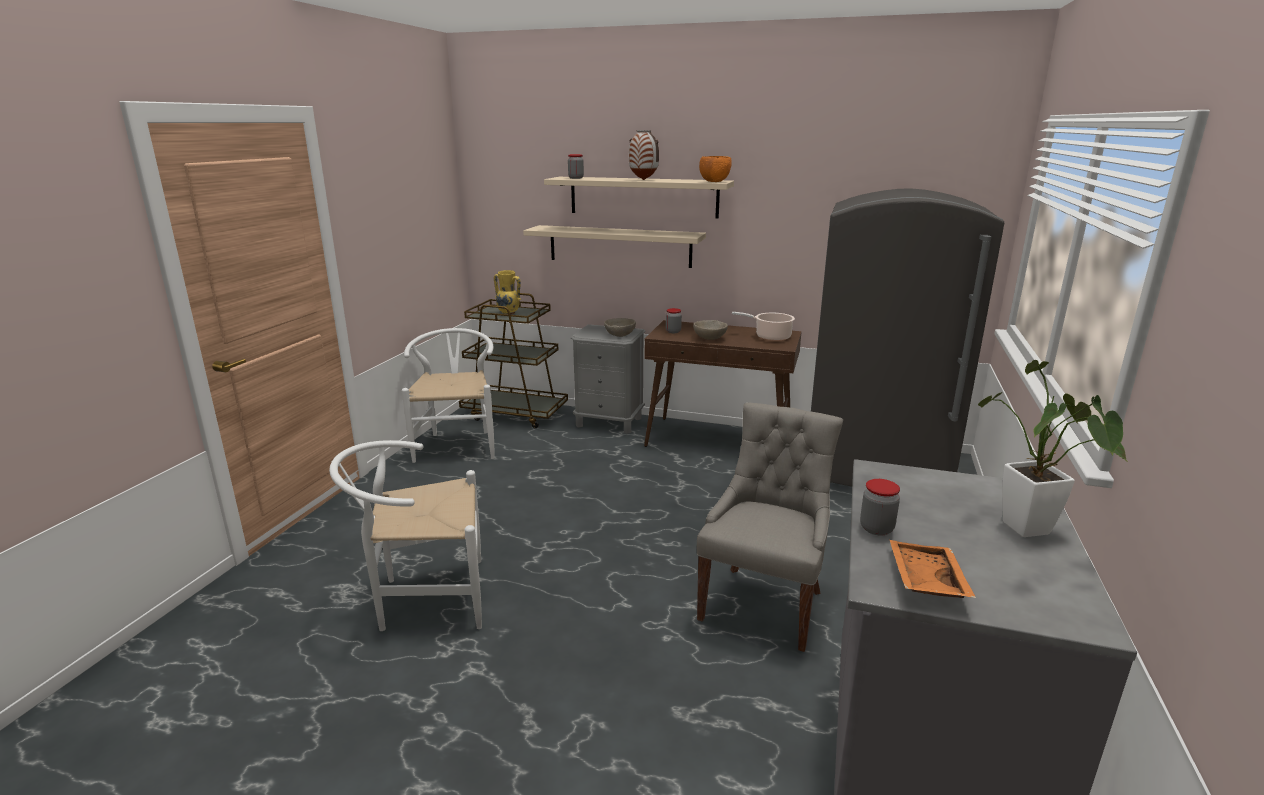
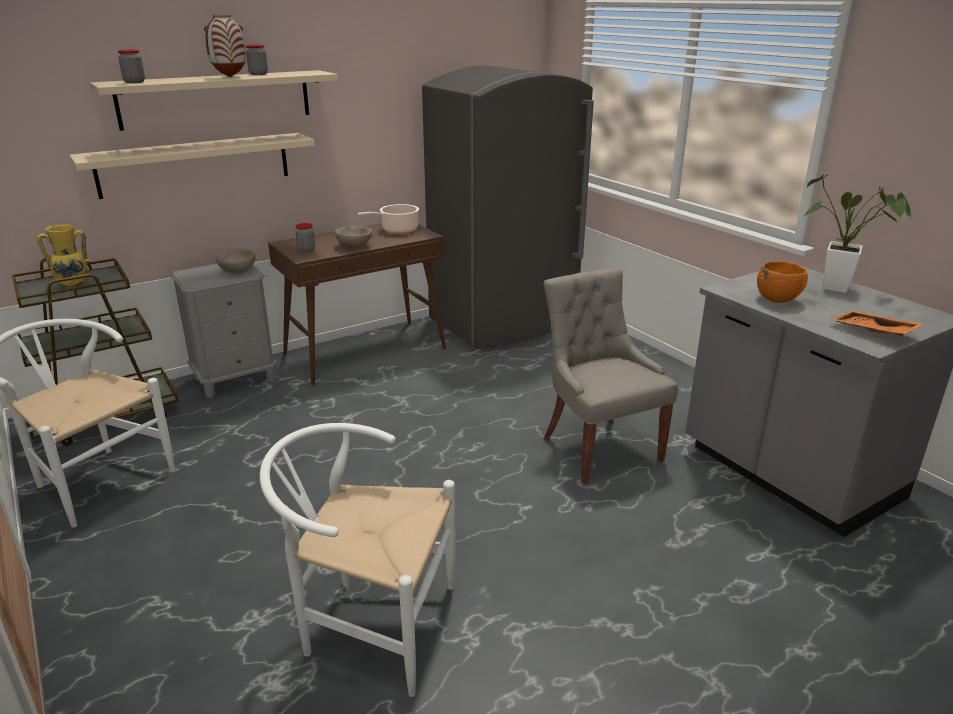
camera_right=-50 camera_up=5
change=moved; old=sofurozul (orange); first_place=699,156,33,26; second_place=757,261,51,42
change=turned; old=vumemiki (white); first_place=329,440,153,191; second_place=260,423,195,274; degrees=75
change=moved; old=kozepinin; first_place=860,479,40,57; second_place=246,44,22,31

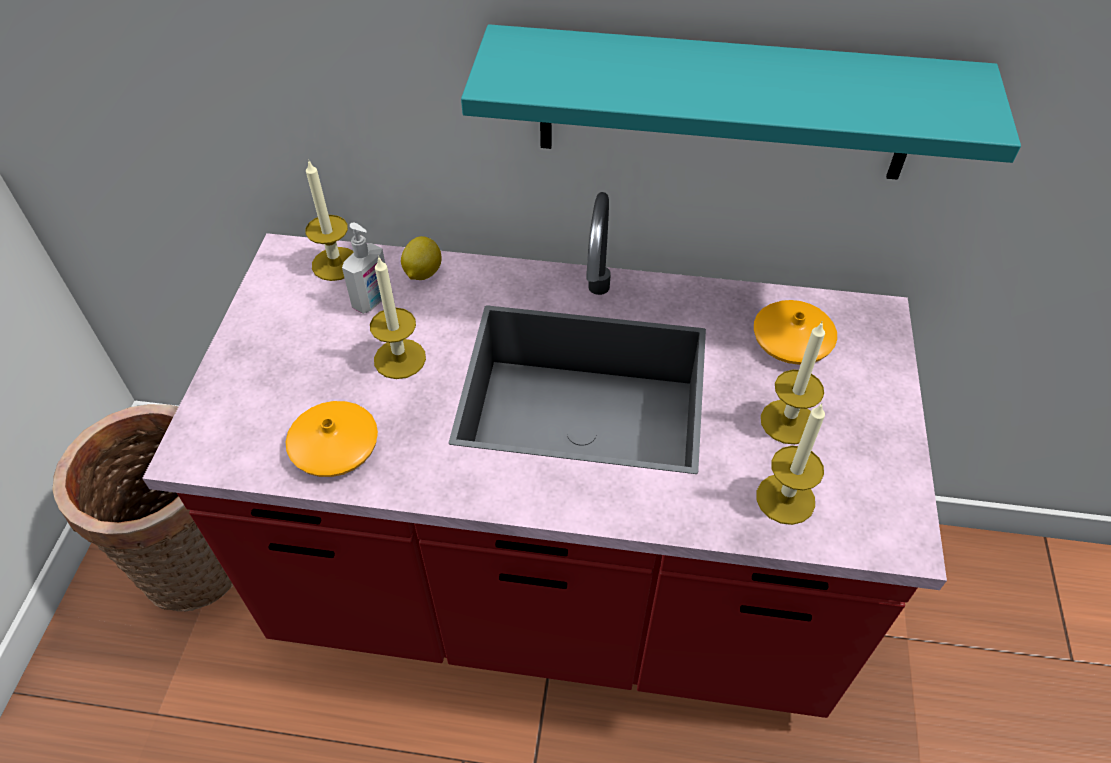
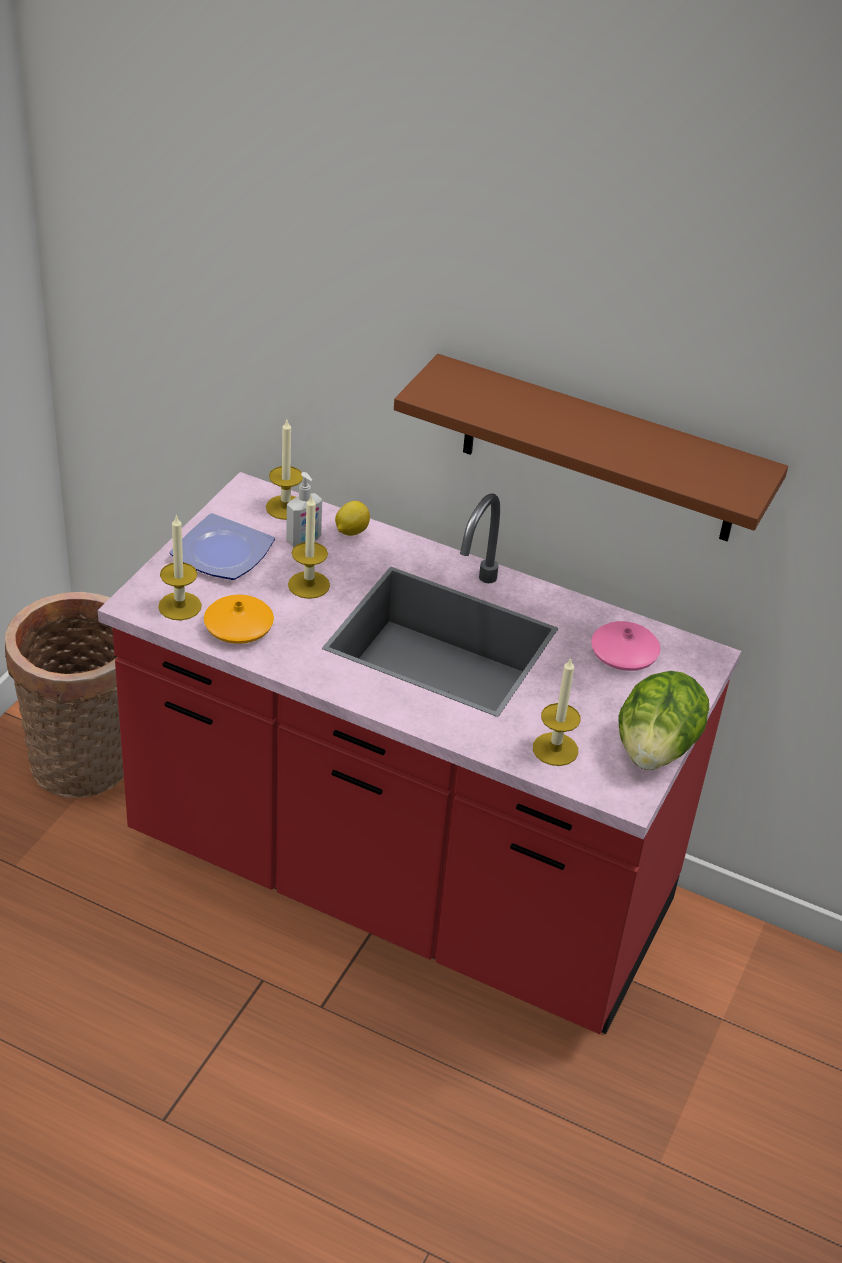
camera_right=15 camera_up=-10
change=recoloured; old=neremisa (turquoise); new=neremisa (brown); first_place=461,24,560,156; second_place=394,354,394,187
change=recoloured; old=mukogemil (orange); new=mukogemil (pink); first_place=754,300,83,65; second_place=591,621,70,50
change=moved; old=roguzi; first_place=761,322,64,122; second_place=158,514,44,106
change=added; new=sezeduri; second_place=170,513,105,67
change=added; new=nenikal; second_place=619,671,90,99

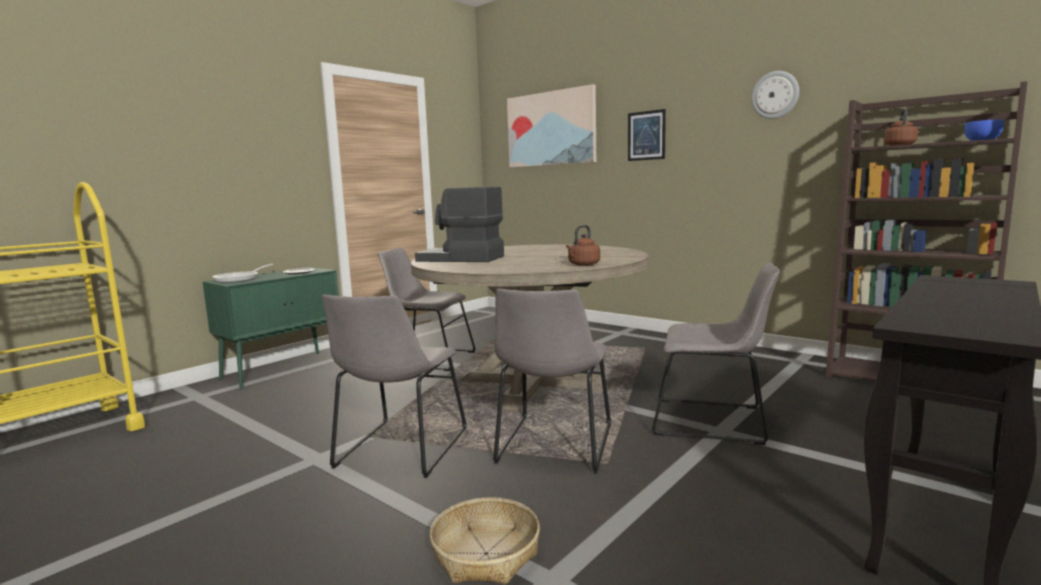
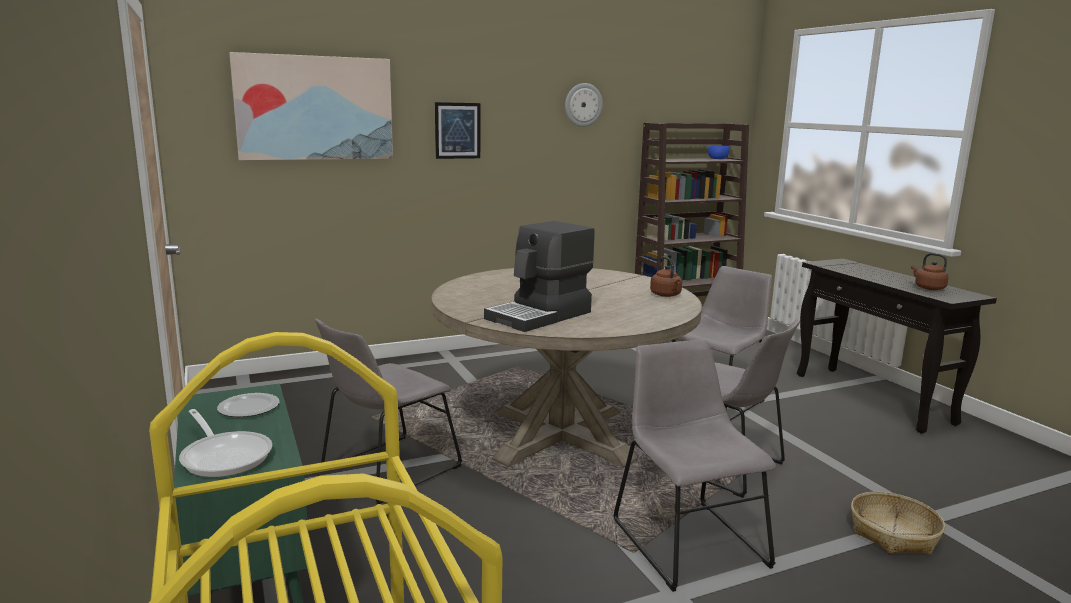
camera_right=-65 camera_up=5
change=moved; old=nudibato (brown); first_place=884,109,34,37; second_place=911,253,38,37
change=turned; old=vumemiki (grey); first_place=322,294,145,184; second_place=613,340,163,252; degrees=-150

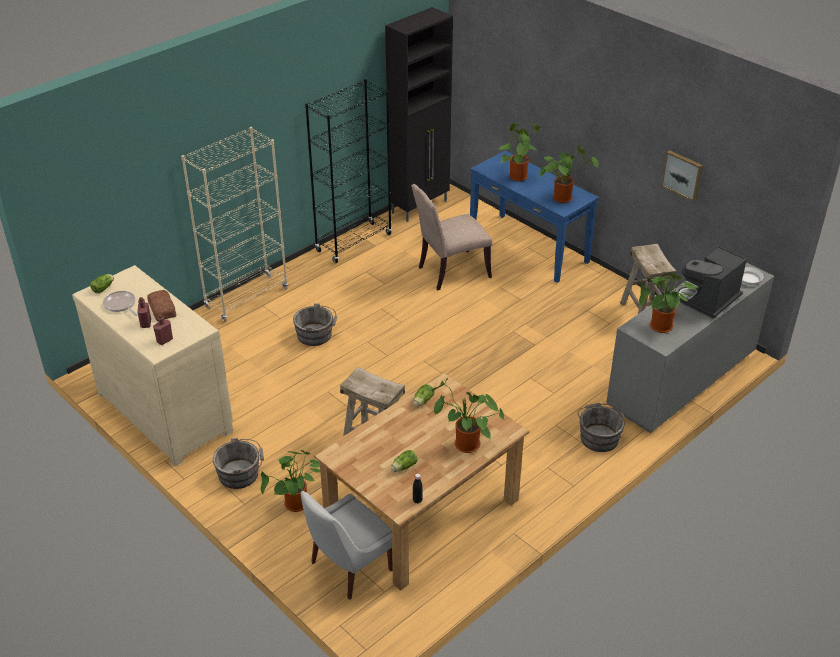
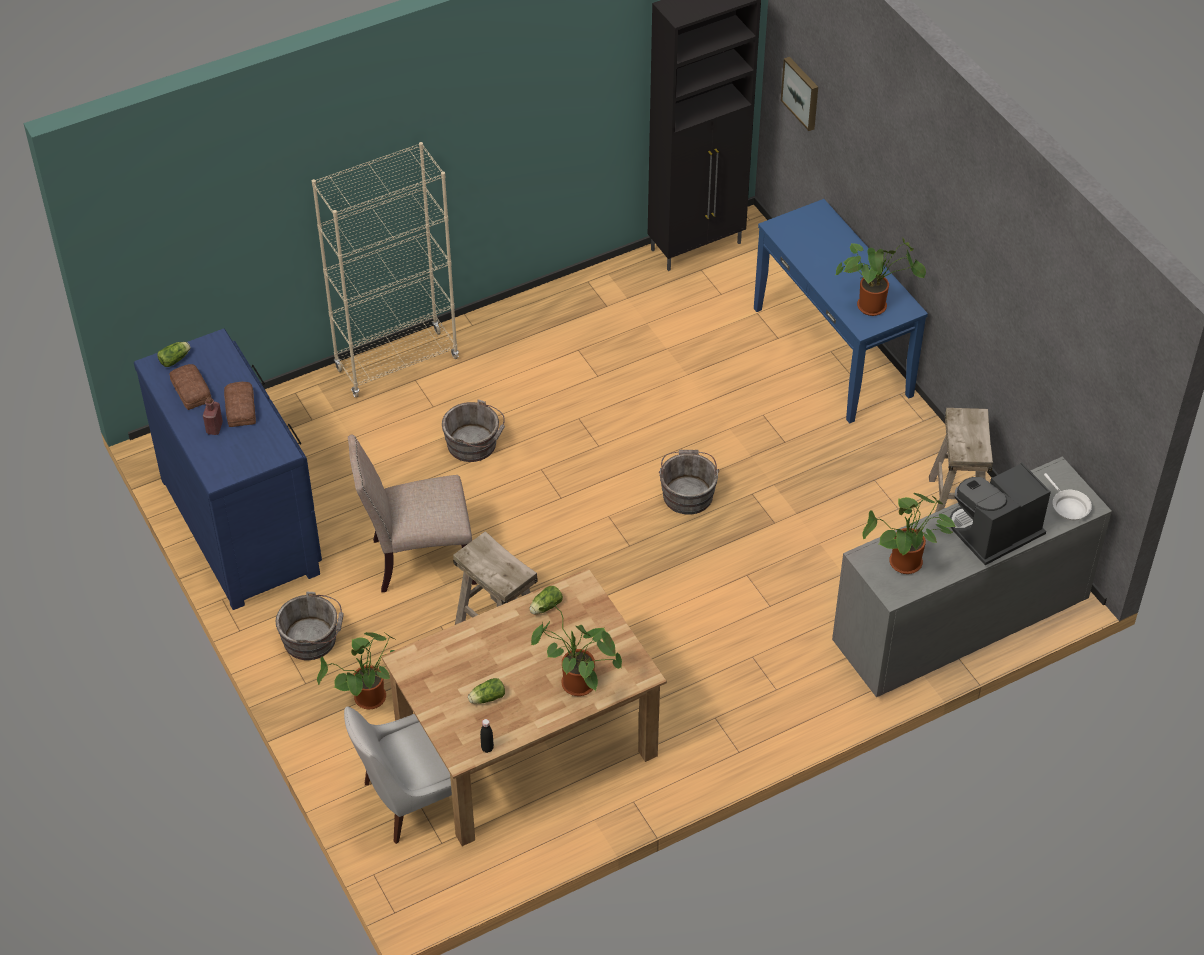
camera_right=15 camera_up=10
change=removed; old=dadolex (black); first_place=305,79,87,184
change=removed; old=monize; first_place=499,122,41,59
change=moved; old=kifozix; first_place=661,150,42,52; second_place=781,57,37,74
change=moved; old=vumemiki (beige); first_place=411,184,81,107; second_place=348,435,129,157
change=recoloured; old=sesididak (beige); new=sesididak (blue); first_place=72,265,161,201; second_place=134,329,188,281
change=replaced; old=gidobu; new=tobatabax; first_place=103,291,35,25; second_place=170,364,42,46
change=removed; old=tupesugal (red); first_place=153,314,20,31
change=moved; old=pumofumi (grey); first_place=578,403,47,49; second_place=659,450,60,65

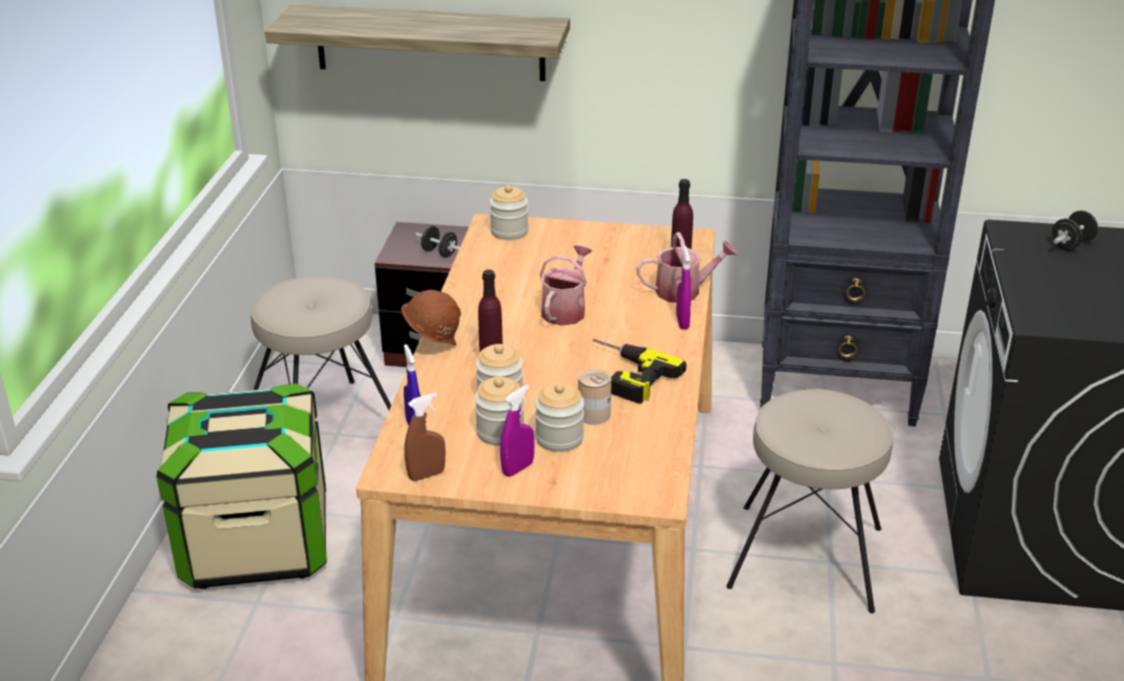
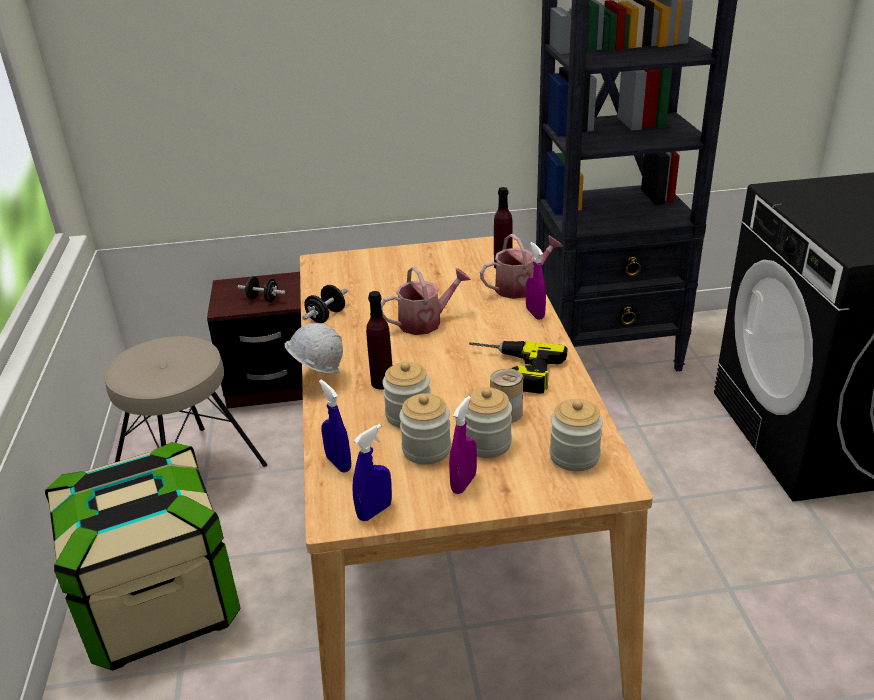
camera_right=-15 camera_up=0
change=removed; old=neremisa; first_place=265,5,305,76
change=moved; old=kozepinin; first_place=490,185,39,55; second_place=549,399,54,72
change=moved; old=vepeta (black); first_place=1052,211,46,40; second_place=302,285,45,38
change=turned; old=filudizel; first_place=540,245,52,81; second_place=381,266,90,69; degrees=60
change=recoloured; old=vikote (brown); new=vikote (white); first_place=401,290,60,56; second_place=284,323,59,51
change=removed; old=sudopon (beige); first_place=726,389,167,224
change=recoloured; old=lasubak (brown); new=lasubak (blue); first_place=404,393,41,88; second_place=352,424,40,97

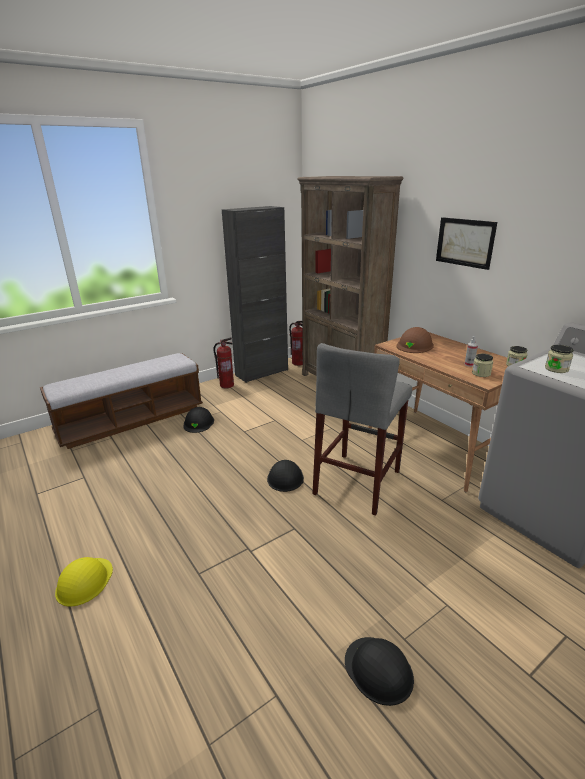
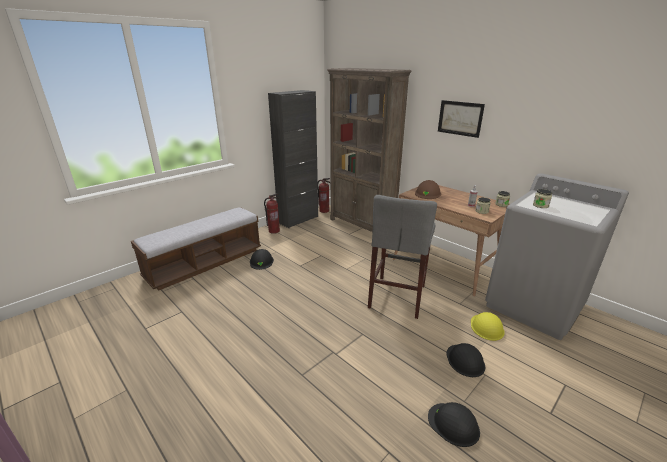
camera_right=-10 camera_up=0
change=moved; old=vikote (black); first_place=267,460,37,32; second_place=446,343,39,34
change=moved; old=vikote (yellow); first_place=55,557,58,50; second_place=471,312,34,29

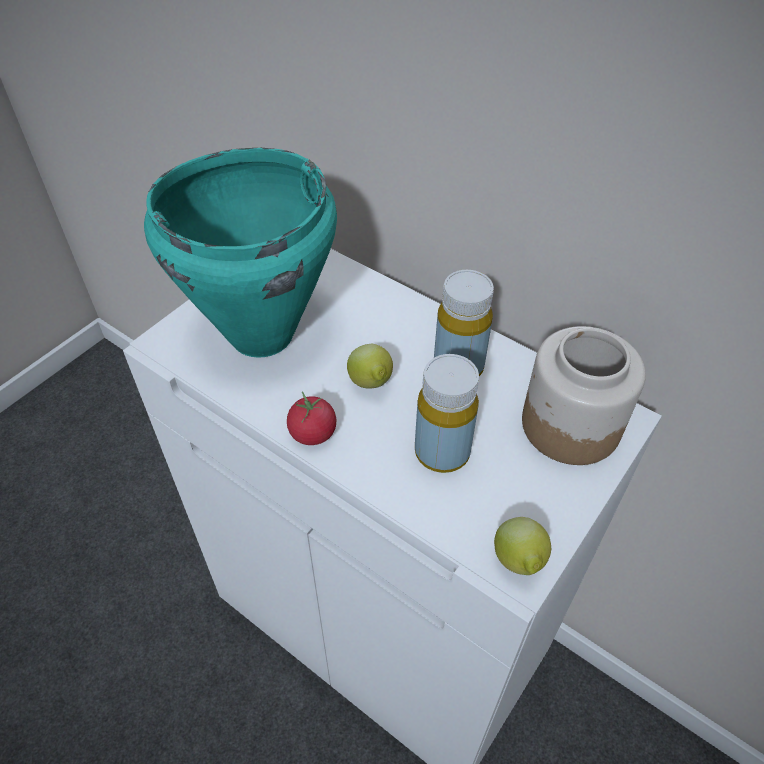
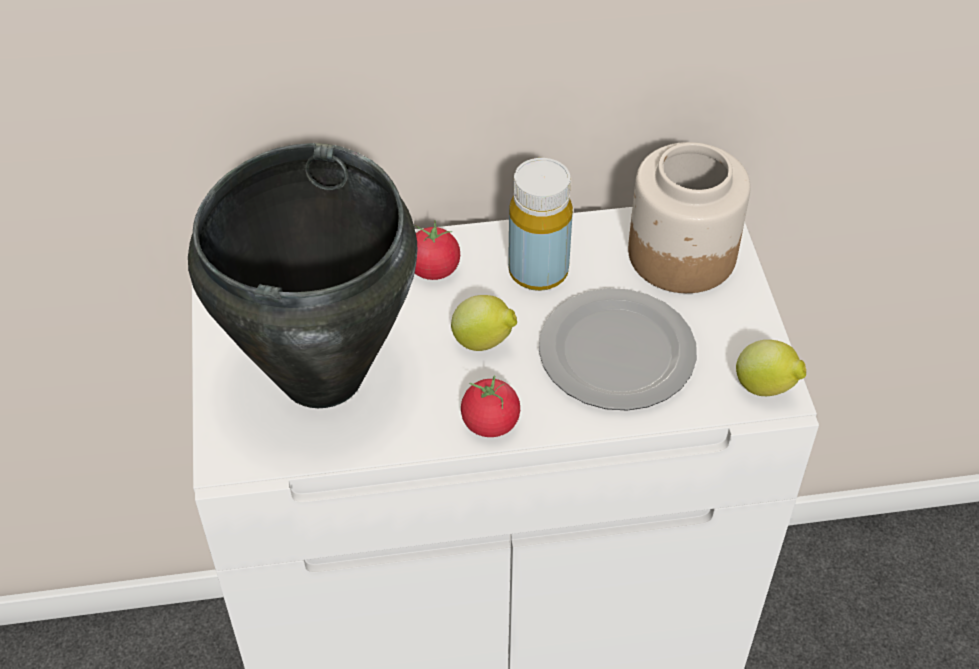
camera_right=-45 camera_up=0
change=recoloured; old=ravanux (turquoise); new=ravanux (black); first_place=144,148,193,210; second_place=188,143,229,265
change=replaced; old=tupesugal (yellow); new=sezeduri; first_place=415,354,64,119; second_place=539,288,158,123
change=added; new=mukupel; second_place=415,220,45,60

